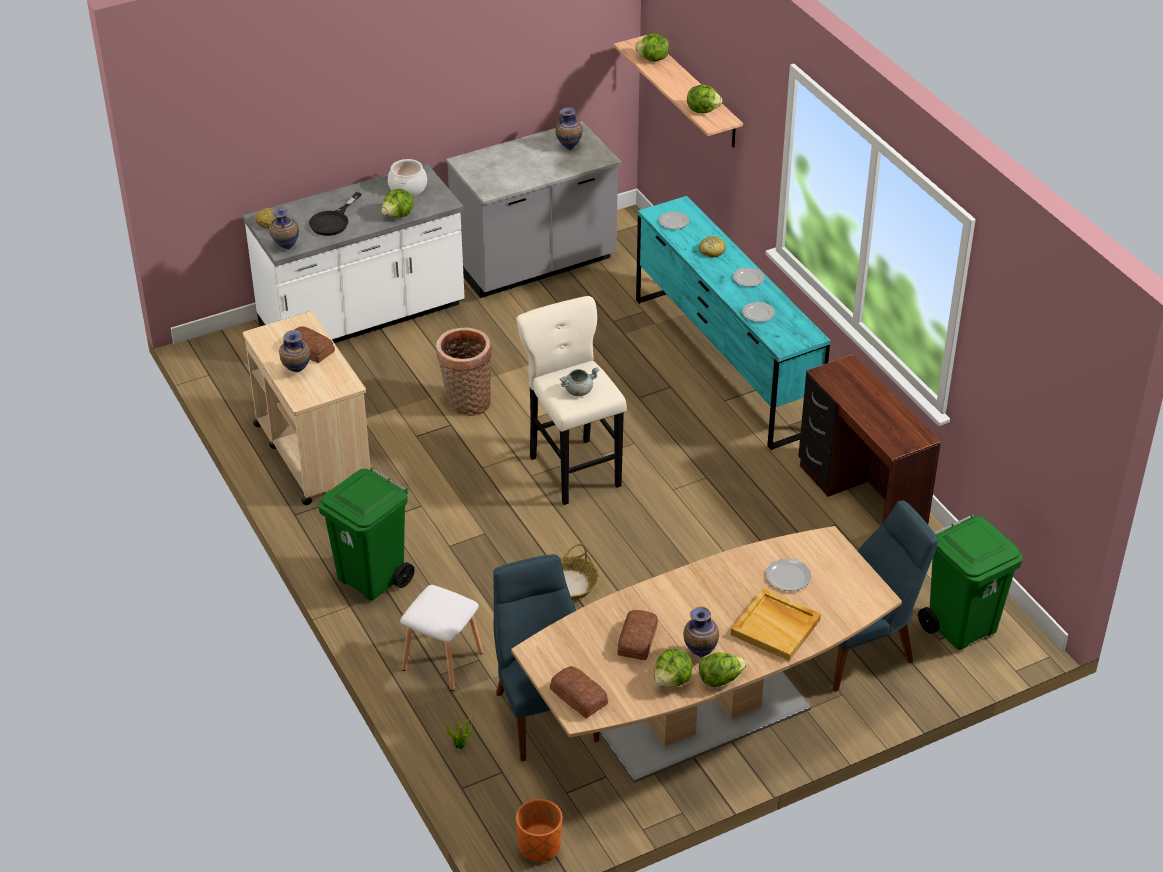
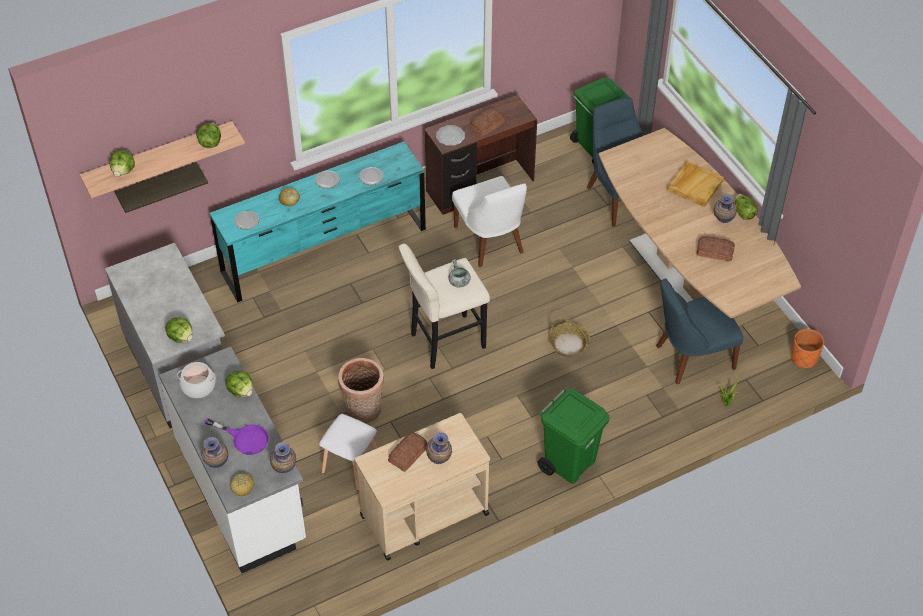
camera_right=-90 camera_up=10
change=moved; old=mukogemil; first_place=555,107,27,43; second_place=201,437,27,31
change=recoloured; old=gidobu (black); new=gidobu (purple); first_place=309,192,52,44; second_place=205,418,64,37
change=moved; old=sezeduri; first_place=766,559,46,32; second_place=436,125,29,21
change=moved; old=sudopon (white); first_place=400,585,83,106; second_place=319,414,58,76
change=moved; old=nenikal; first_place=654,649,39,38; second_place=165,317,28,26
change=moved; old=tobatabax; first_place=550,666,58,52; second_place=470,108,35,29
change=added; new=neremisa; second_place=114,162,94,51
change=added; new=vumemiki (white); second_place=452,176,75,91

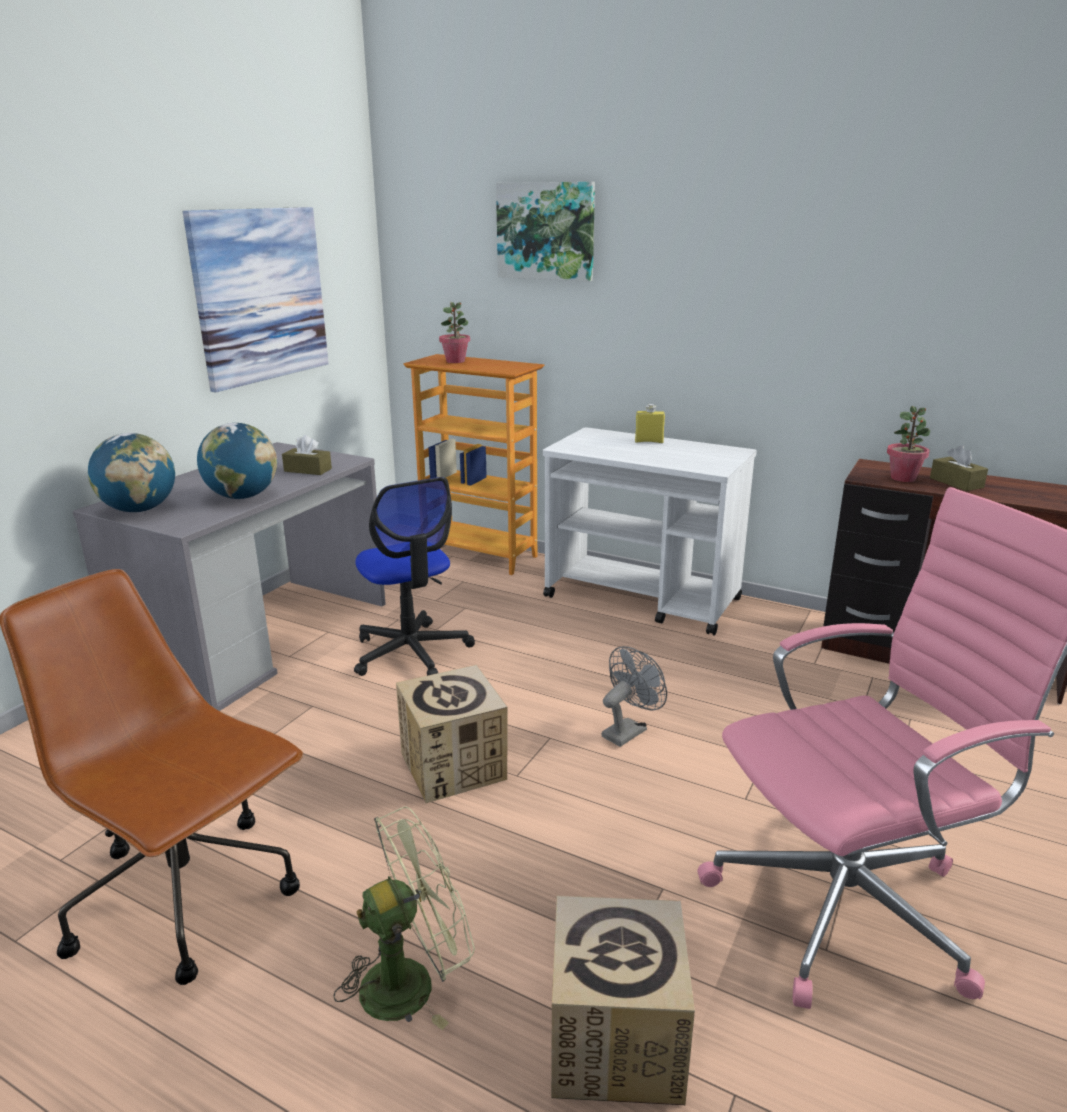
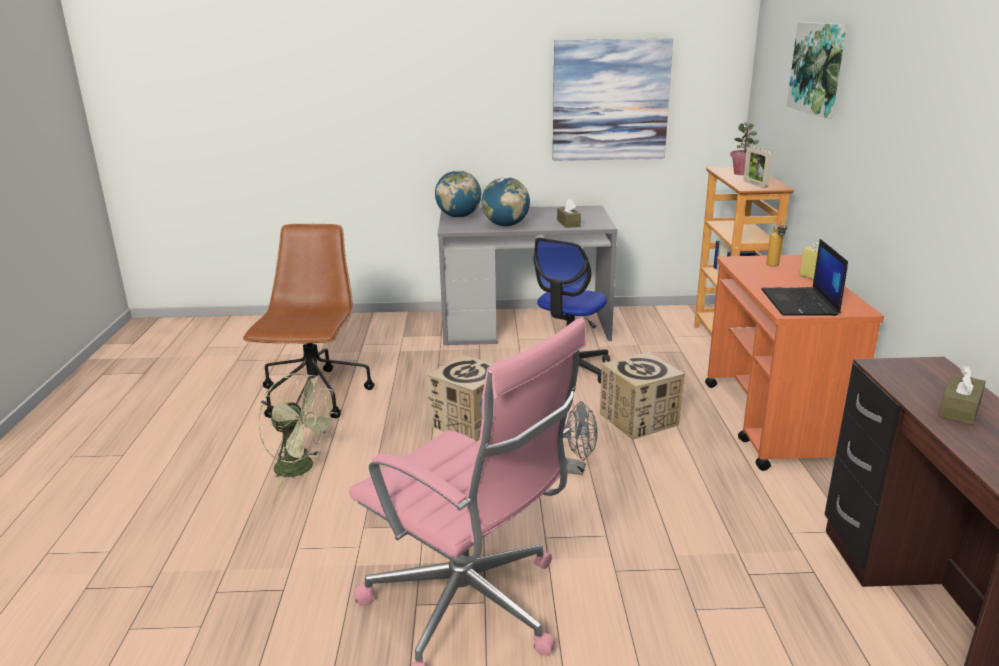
camera_right=60 camera_up=0
change=removed; old=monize; first_place=887,406,43,76
change=recoloured; old=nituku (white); new=nituku (orange); first_place=543,427,214,209; second_place=705,255,179,216
change=moved; old=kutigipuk; first_place=551,896,144,209; second_place=600,352,85,88
change=added; new=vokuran; second_place=744,147,28,41
change=added; new=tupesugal; second_place=766,220,21,47
change=added; new=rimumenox; second_place=761,239,87,77

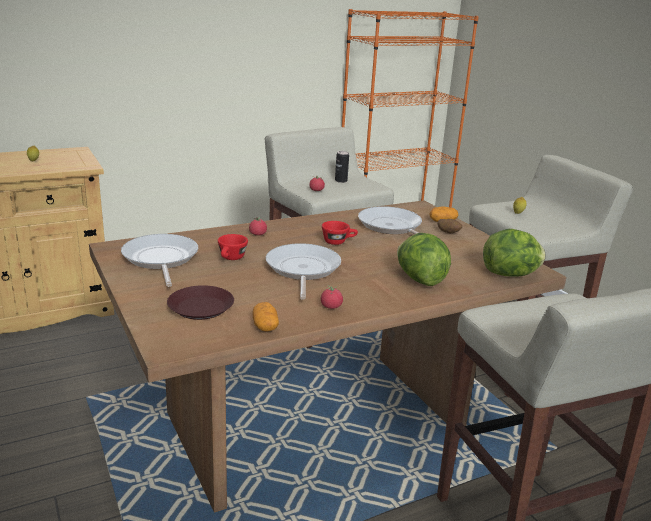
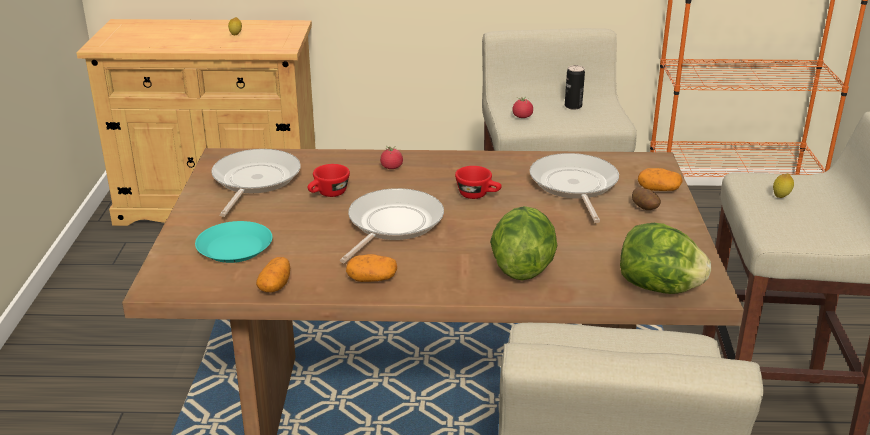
camera_right=30 camera_up=5
change=recoloured; old=sezeduri (brown); new=sezeduri (turquoise); first_place=167,285,67,35; second_place=195,221,77,42
change=replaced; old=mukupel; new=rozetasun; first_place=321,285,22,24; second_place=346,254,51,28

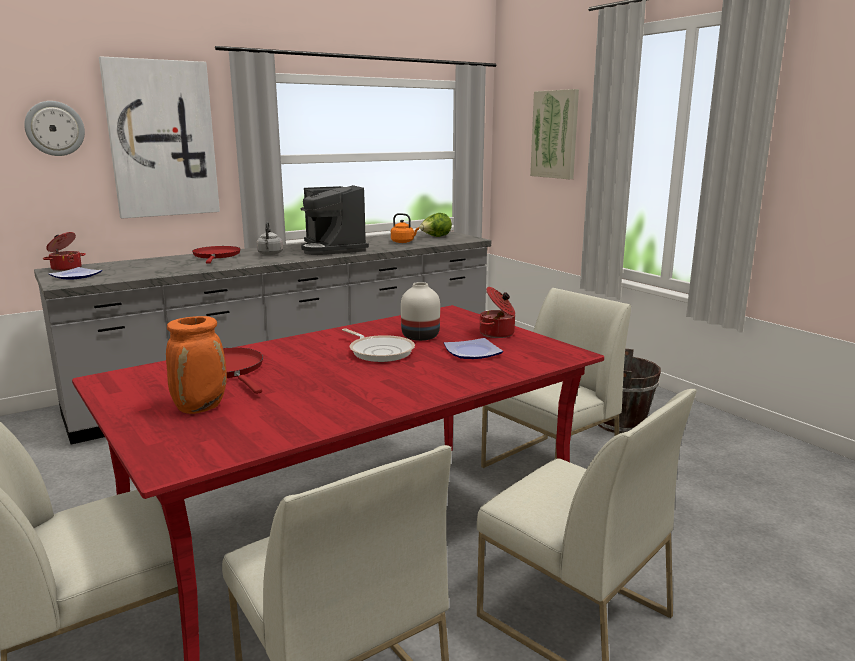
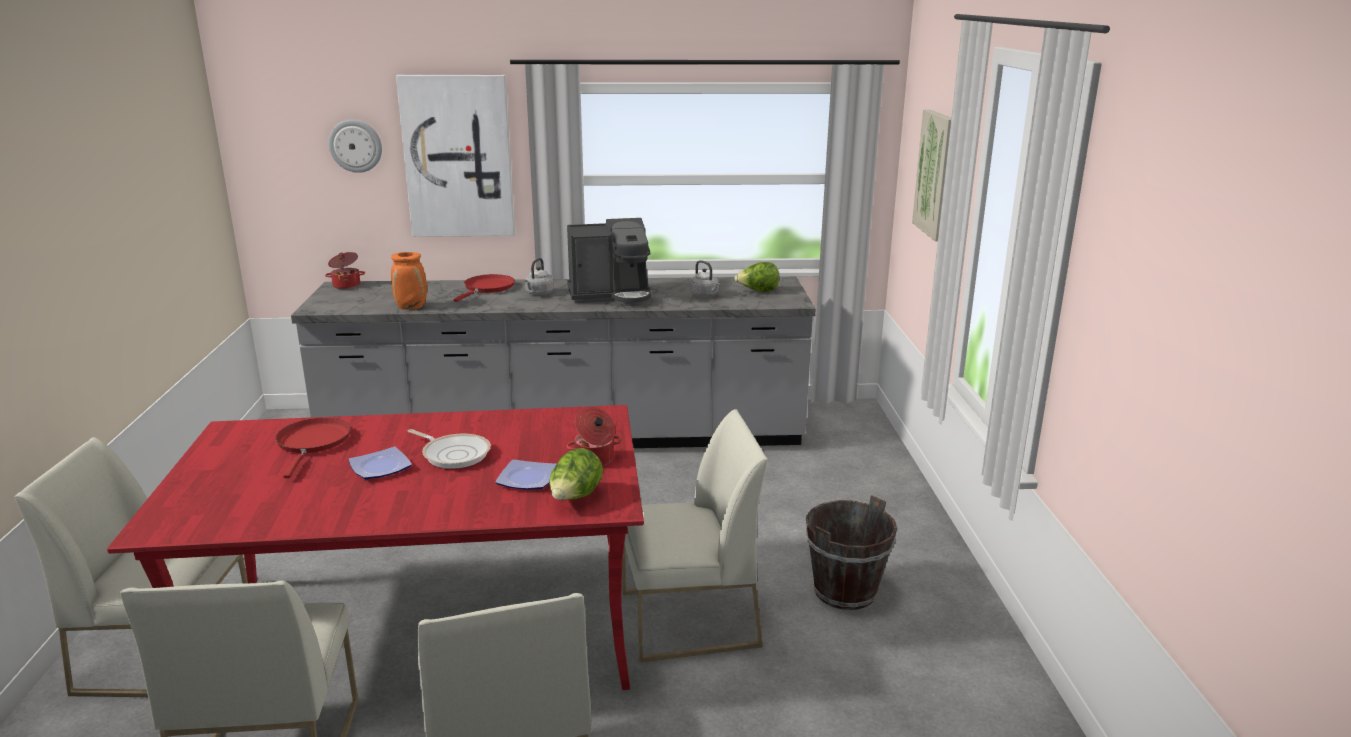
camera_right=30 camera_up=5
change=turned; old=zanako; first_place=300,185,69,70; second_place=567,218,84,88; degrees=-105
change=recoloured; old=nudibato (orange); new=nudibato (grey); first_place=391,213,28,30; second_place=690,260,30,37
change=moved; old=sezeduri; first_place=48,267,54,12; second_place=348,447,64,32
change=removed; old=mukogemil (white); first_place=401,282,39,59
change=moved; old=mukogemil (orange); first_place=166,316,61,98; second_place=391,252,36,58
change=turned; old=gidobu; first_place=342,328,73,34; second_place=408,429,83,40; degrees=-45
change=added; new=nenikal; second_place=549,448,54,52

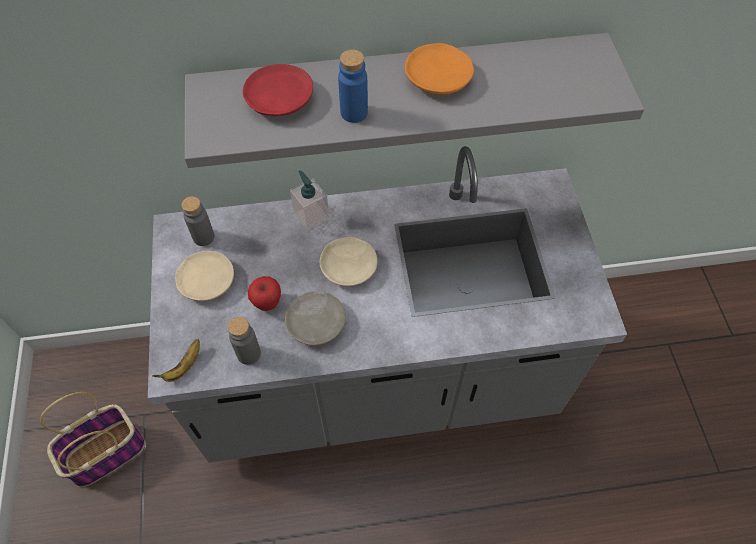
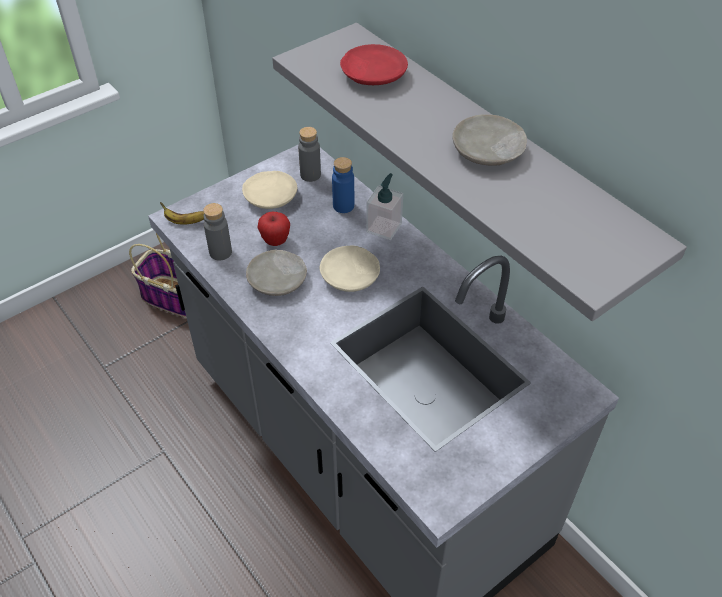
camera_right=60 camera_up=-10
change=recoloured; old=sezeduri (orange); new=sezeduri (beige); first_place=405,43,69,52; second_place=452,114,75,52
change=moved; old=tupesugal (blue); first_place=338,50,30,73; second_place=332,157,22,56

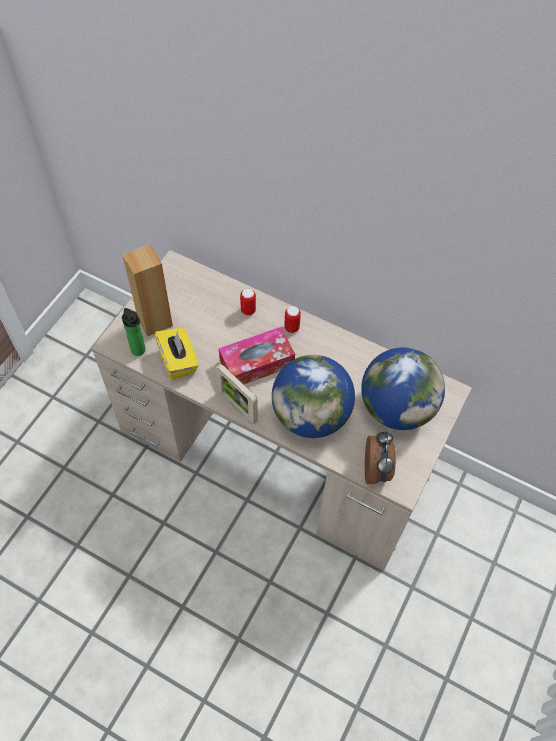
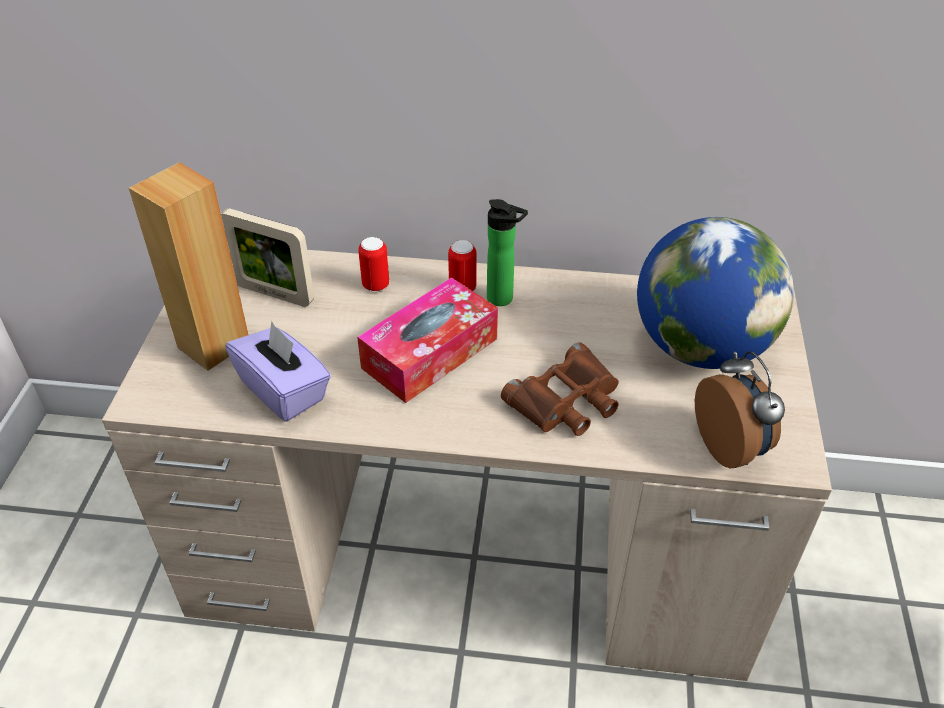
camera_right=-20 camera_up=-15
change=moved; old=tupesugal; first_place=122,308,24,48; second_place=487,199,41,107
change=recoloured; old=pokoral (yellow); new=pokoral (purple); first_place=155,328,43,51; second_place=225,321,106,101
change=replaced; old=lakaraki; new=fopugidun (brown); first_place=272,355,83,83; second_place=501,342,118,94
change=moved; old=vokuran; first_place=215,364,43,60; second_place=221,208,93,99

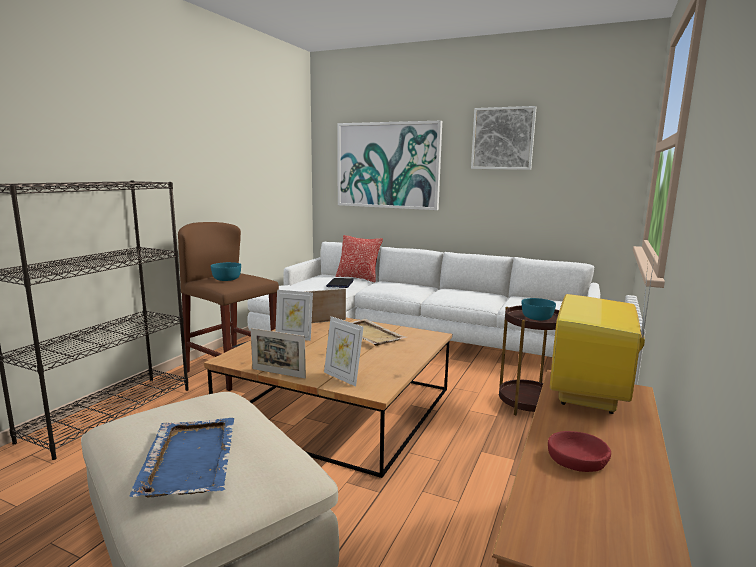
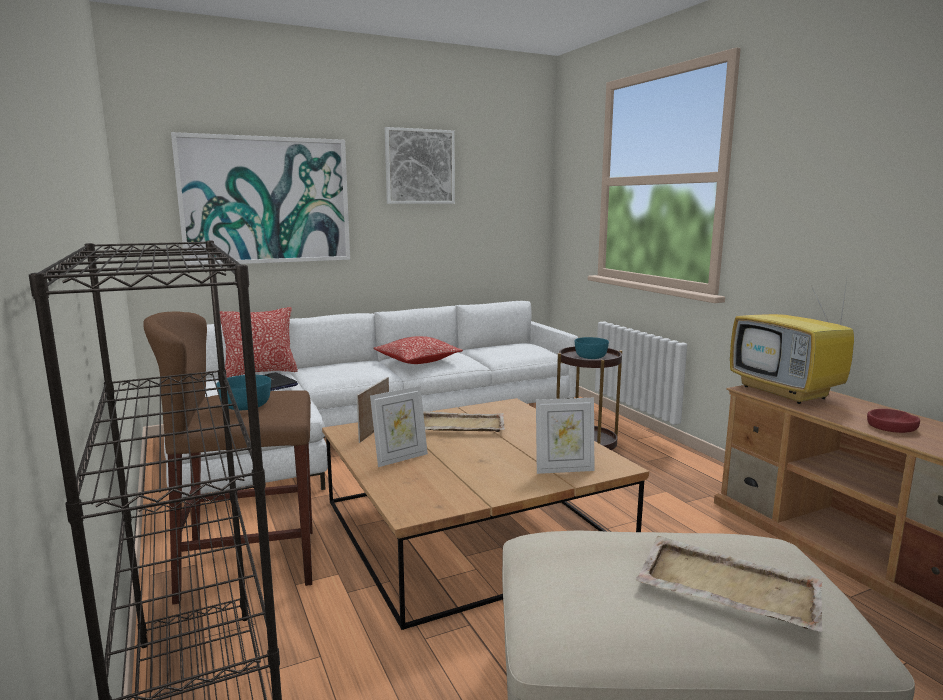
camera_right=-50 camera_up=0
change=removed; old=vokuran; first_place=251,328,55,50
change=recoloured; old=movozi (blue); new=movozi (beige); first_place=130,418,105,79; second_place=636,536,187,96
change=added; new=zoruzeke; second_place=374,336,89,28

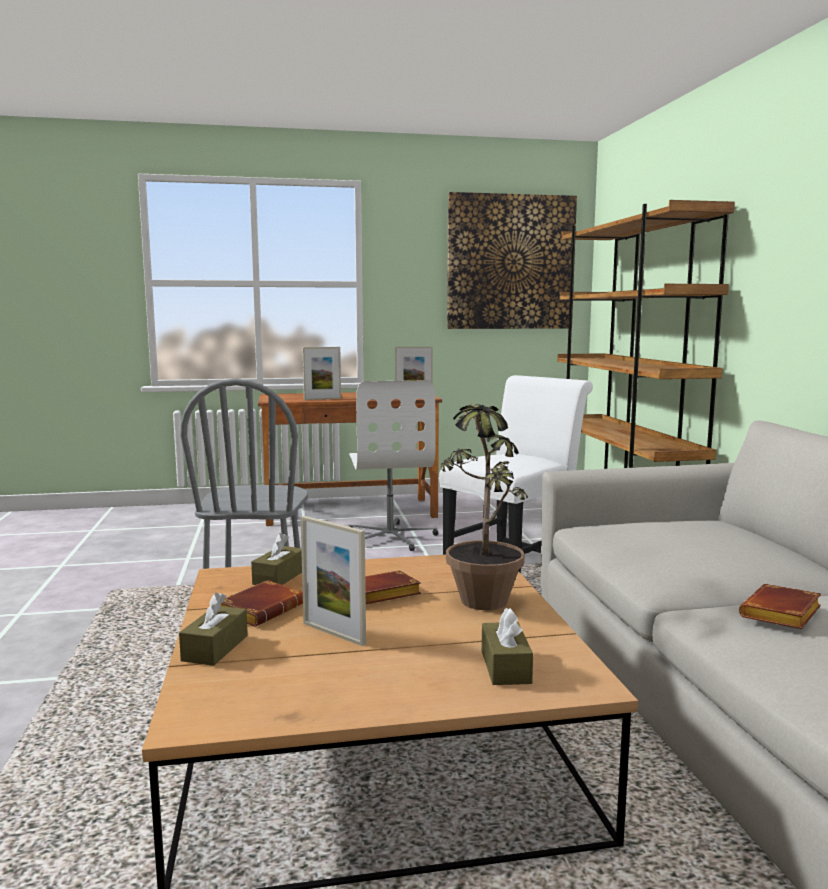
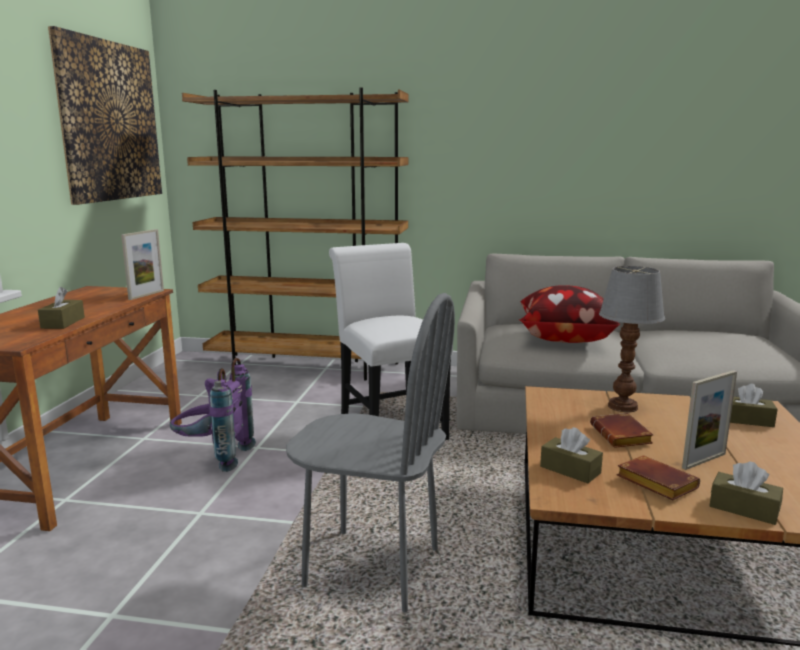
camera_right=-70 camera_up=5
change=replaced; old=vokuran; new=pokoral (brown); first_place=303,347,38,53; second_place=38,287,47,42
change=replaced; old=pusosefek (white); new=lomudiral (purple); first_place=347,380,91,171; second_place=170,358,86,114
change=replaced; old=monize; new=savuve; first_place=441,401,87,209; second_place=599,266,66,146
change=removed; old=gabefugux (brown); first_place=739,584,82,45
change=added; new=zoruzeke; second_place=519,285,101,58

